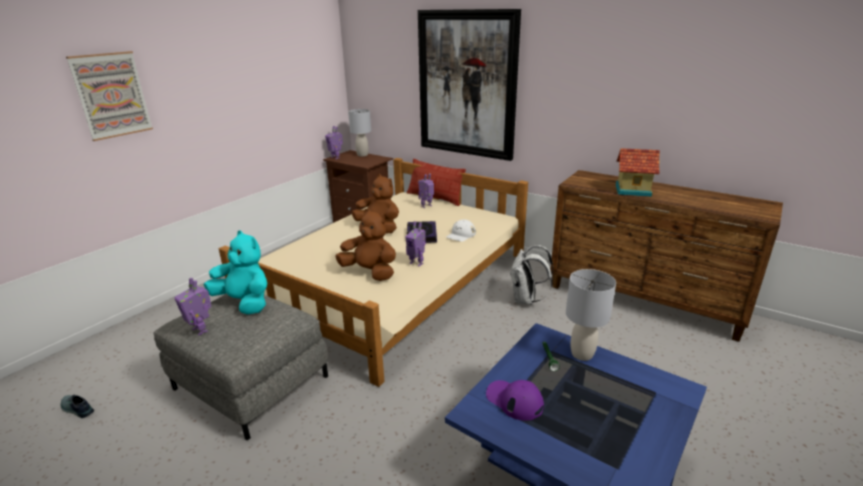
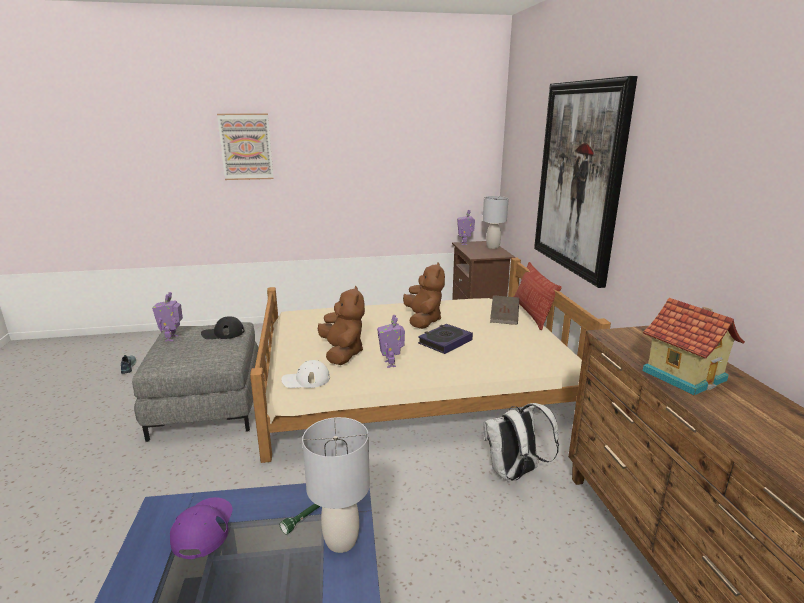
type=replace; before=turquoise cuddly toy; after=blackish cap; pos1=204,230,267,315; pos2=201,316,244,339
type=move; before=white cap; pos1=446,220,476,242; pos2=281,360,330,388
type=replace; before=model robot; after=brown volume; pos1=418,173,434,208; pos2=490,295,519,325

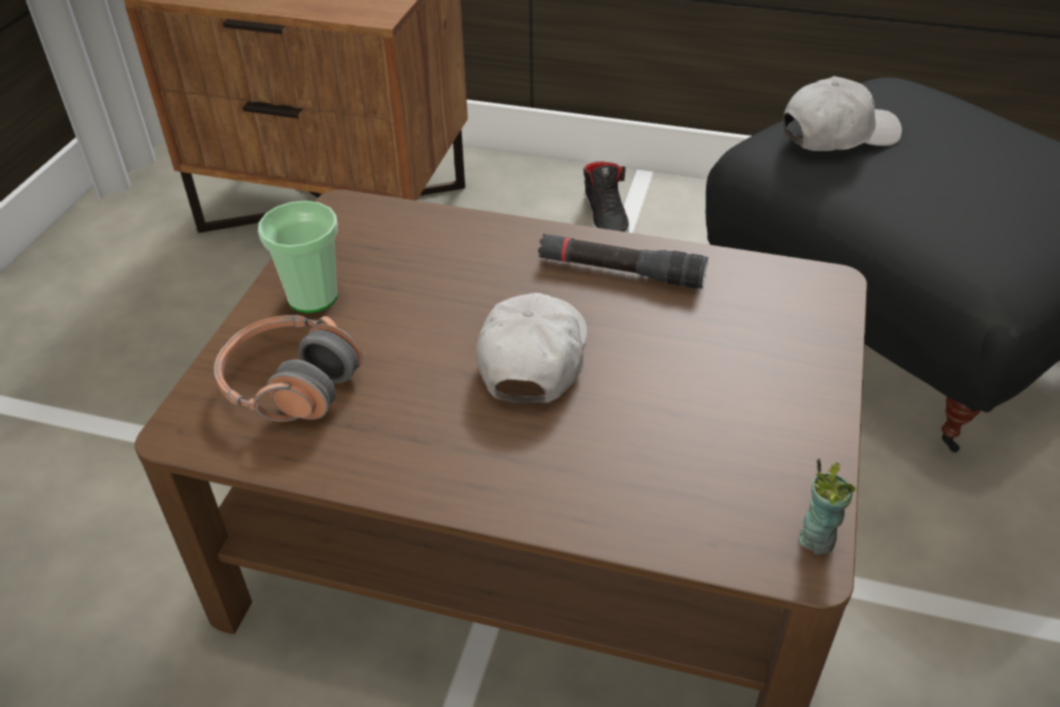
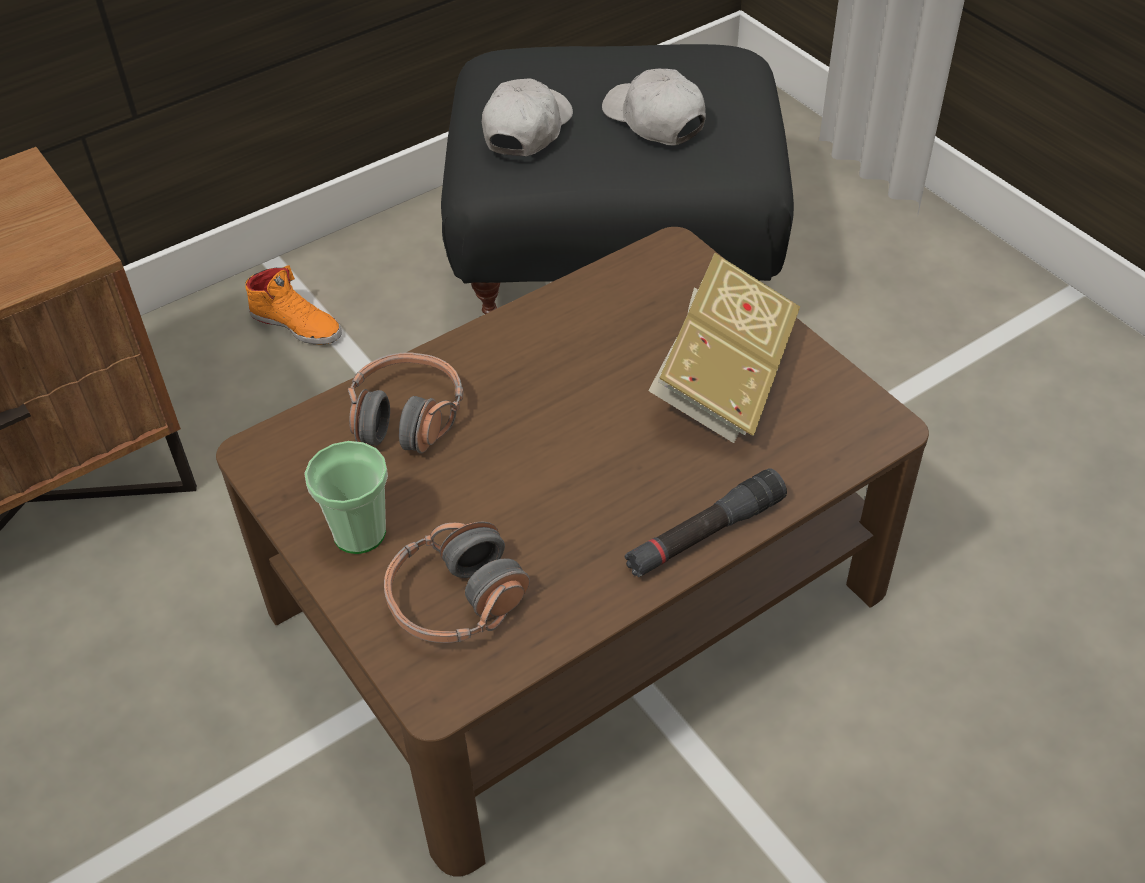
type=recolor; before=blackish low shoe; after=orange-coloured low shoe; pos1=583,161,629,232; pos2=245,265,342,345
type=insert; after=headset; pos2=348,352,464,454
type=move; before=white cap; pos1=476,293,588,403; pos2=602,69,706,145
type=move; before=blackish hand torch; pos1=538,234,708,289; pos2=624,468,787,577
type=insert; after=volume; pos2=648,253,800,443
type=delete; before=small cup; pos1=798,458,856,555

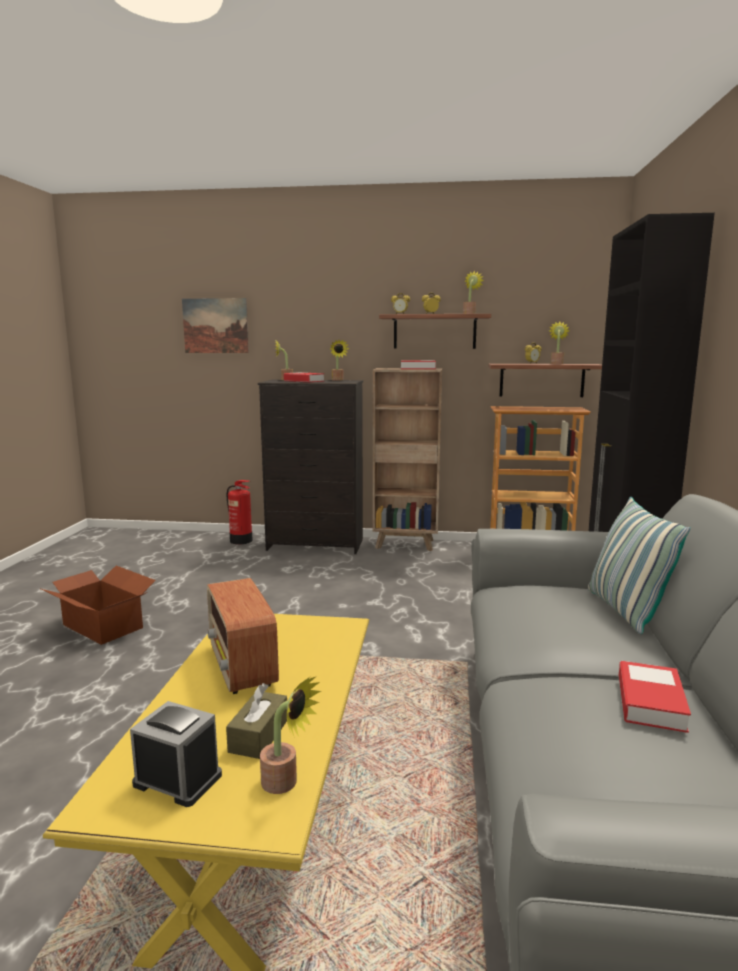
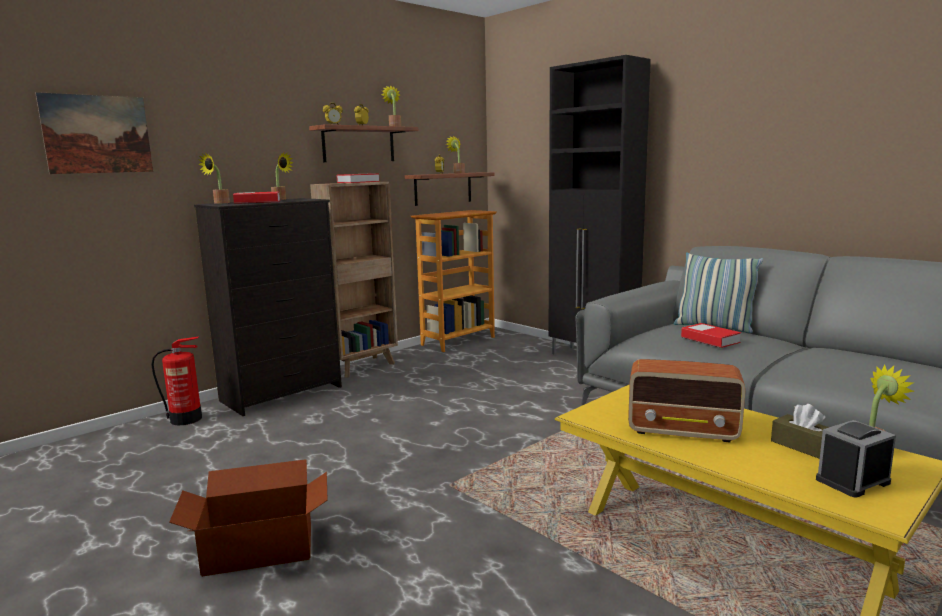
type=move; before=volume; pos1=619,661,691,733; pos2=681,323,741,348

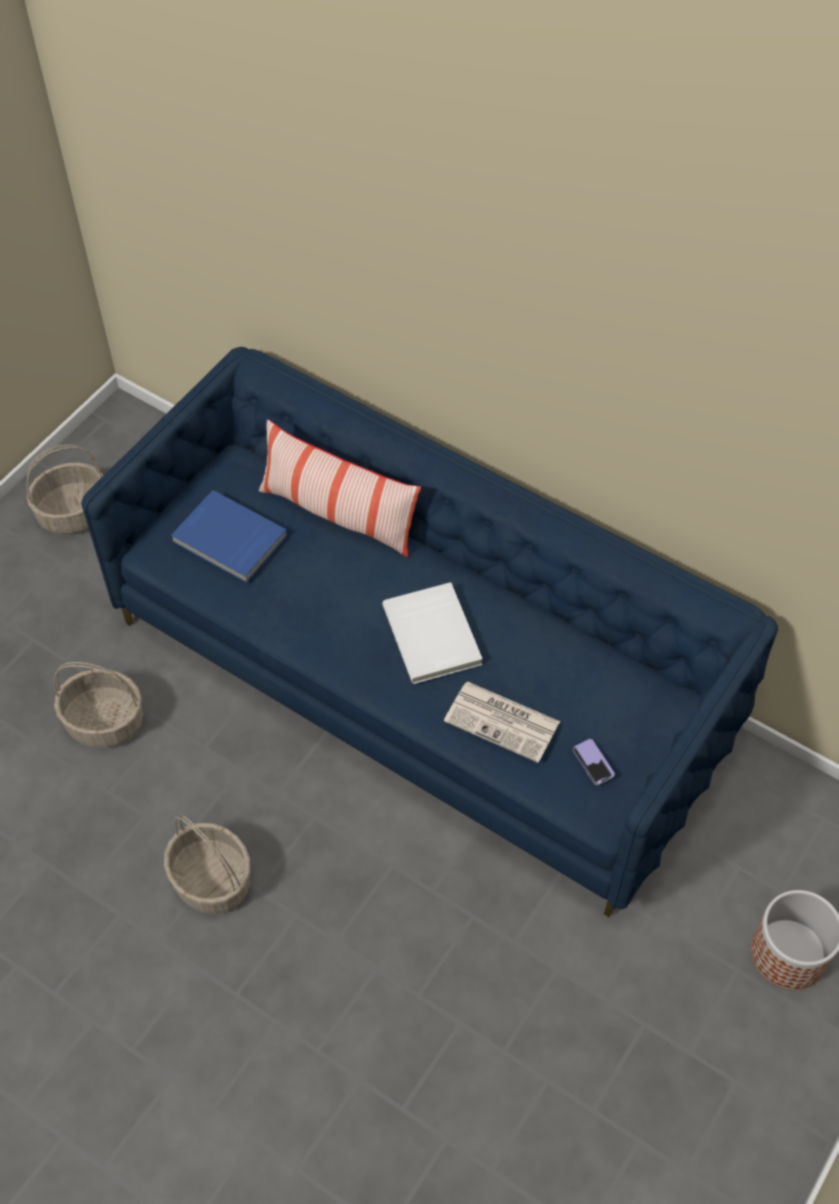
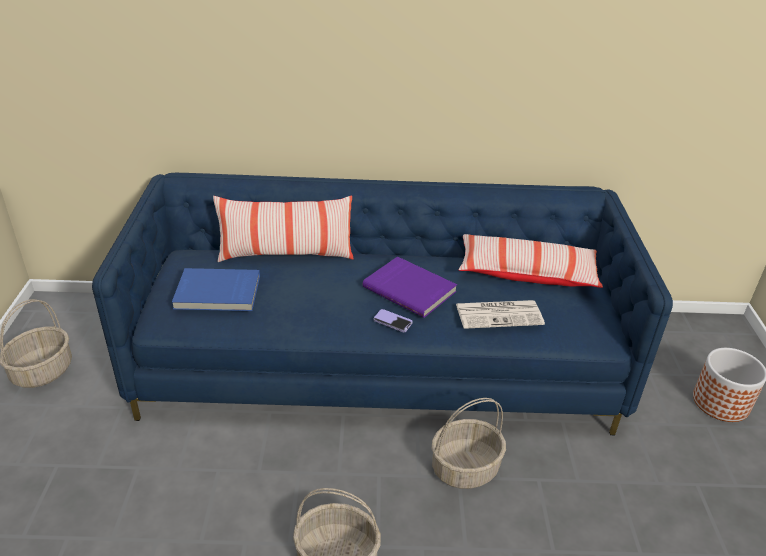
type=recolor; before=white volume; after=purple-coloured volume; pos1=382,582,483,684; pos2=363,256,457,318
type=move; before=telephone; pos1=573,739,615,785; pos2=374,309,413,332
type=move; before=household basket; pos1=54,662,143,747; pos2=432,398,506,489
type=insert; after=cushion; pos2=459,234,603,288

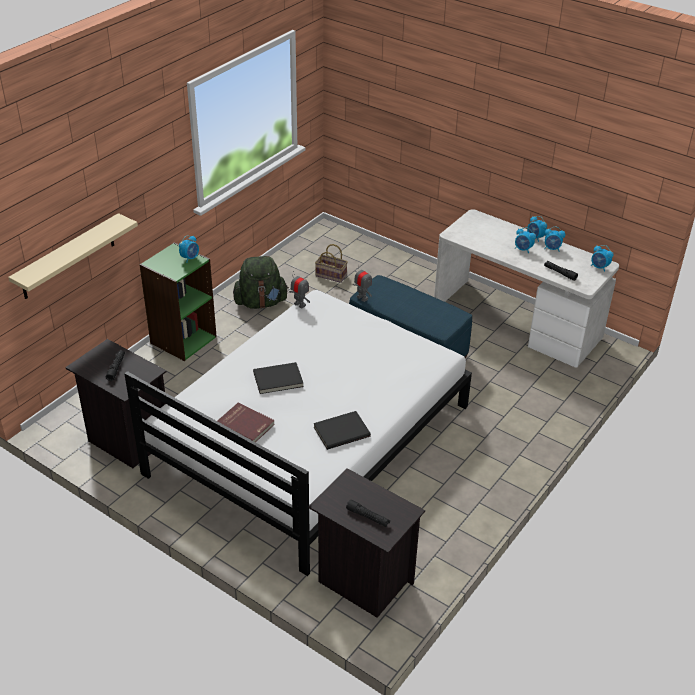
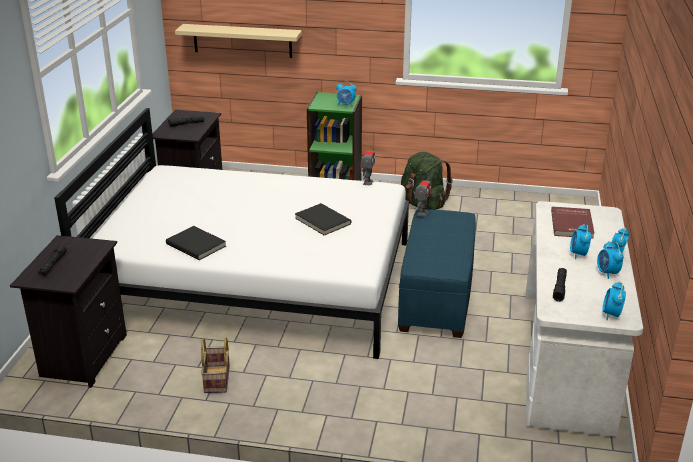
type=move; before=household basket; pos1=315,244,348,283; pos2=201,338,230,393
type=move; before=blackish volume; pos1=253,362,304,394; pos2=295,203,351,236
type=move; before=reddish volume; pos1=217,402,275,442; pos2=551,207,595,239

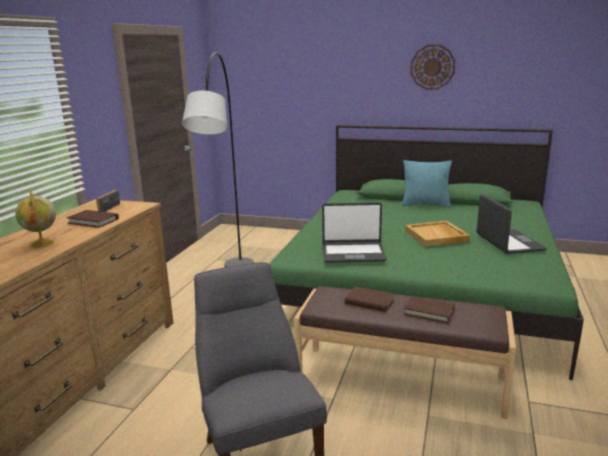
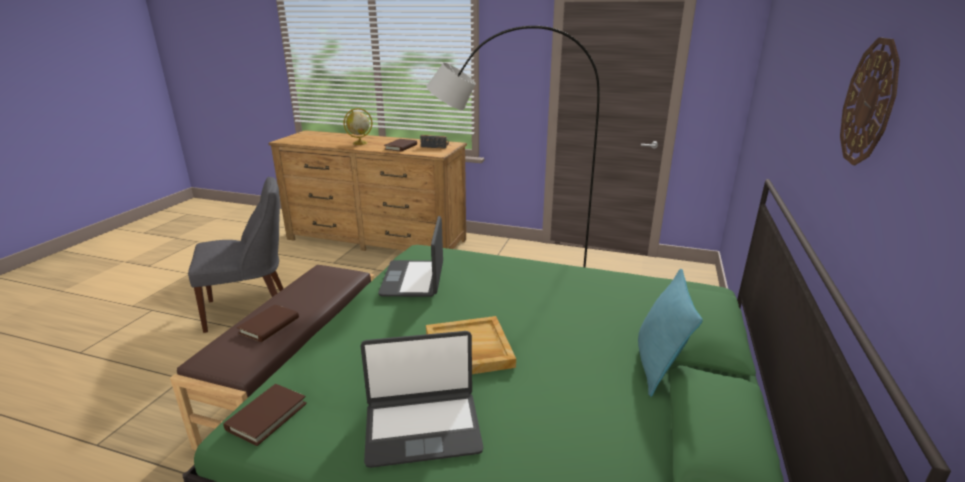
type=move; before=brown volume; pos1=345,286,394,312; pos2=223,384,307,446

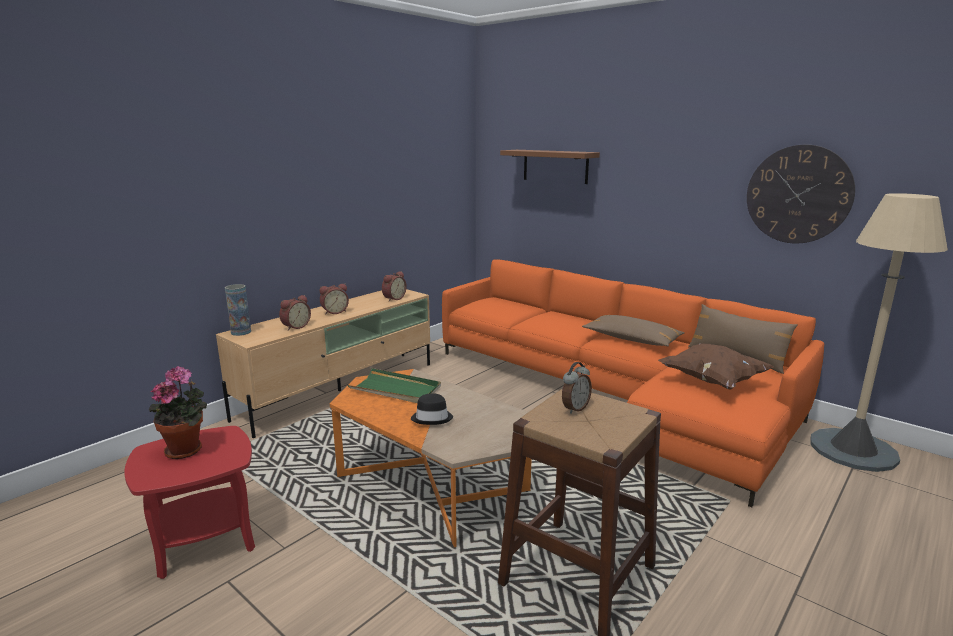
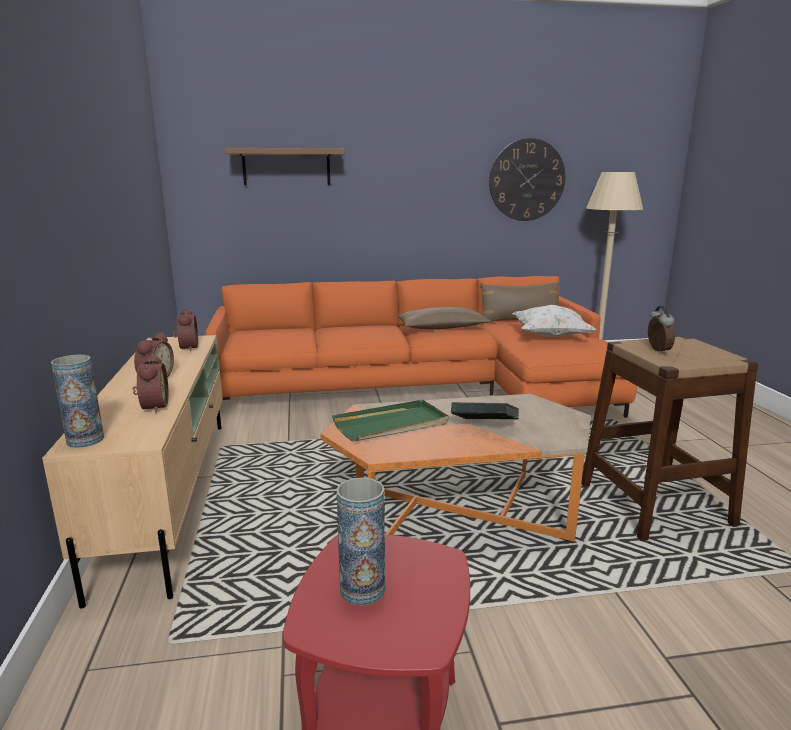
type=replace; before=houseplant; after=decorative vase; pos1=149,366,207,459; pos2=336,477,385,605
type=replace; before=blackish clothing hat; after=volume; pos1=411,394,453,425; pos2=451,402,519,420
type=recolor; before=brown cushion; after=white cushion; pos1=658,343,774,390; pos2=512,305,596,337

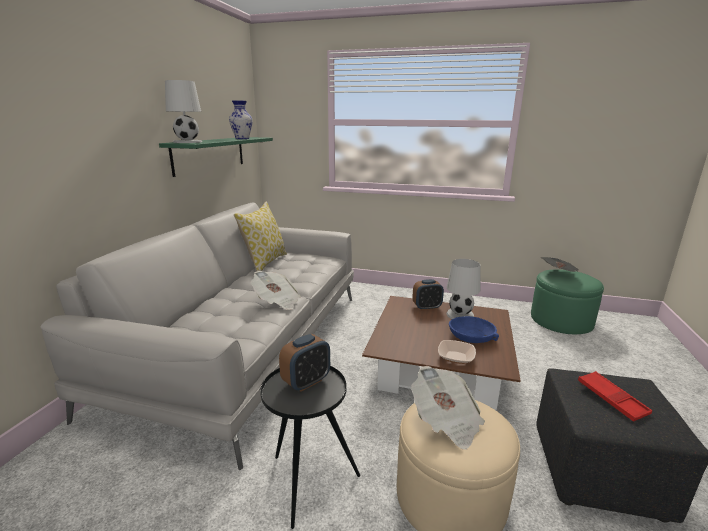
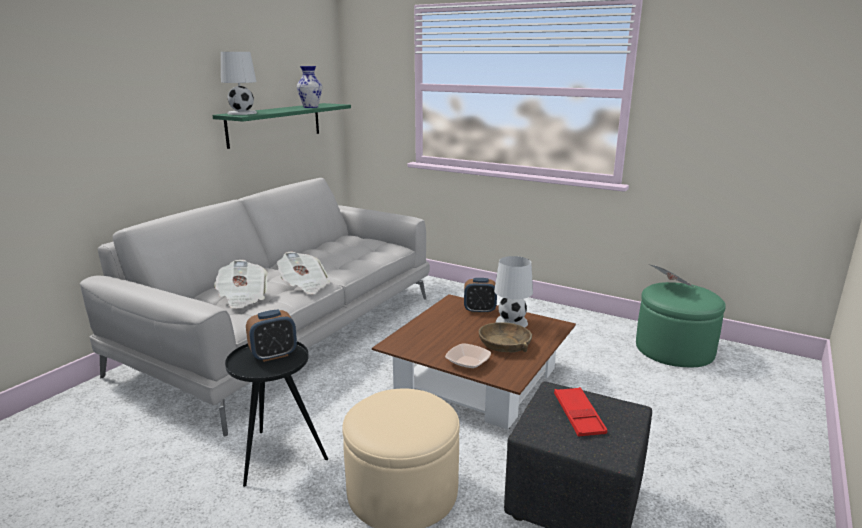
type=move; before=printed paper; pos1=411,366,485,450; pos2=214,260,268,309
type=recolor; before=blue-coloured serving bowl; after=brown serving bowl; pos1=449,316,499,343; pos2=479,322,532,352
type=delete; before=cushion; pos1=234,201,287,271

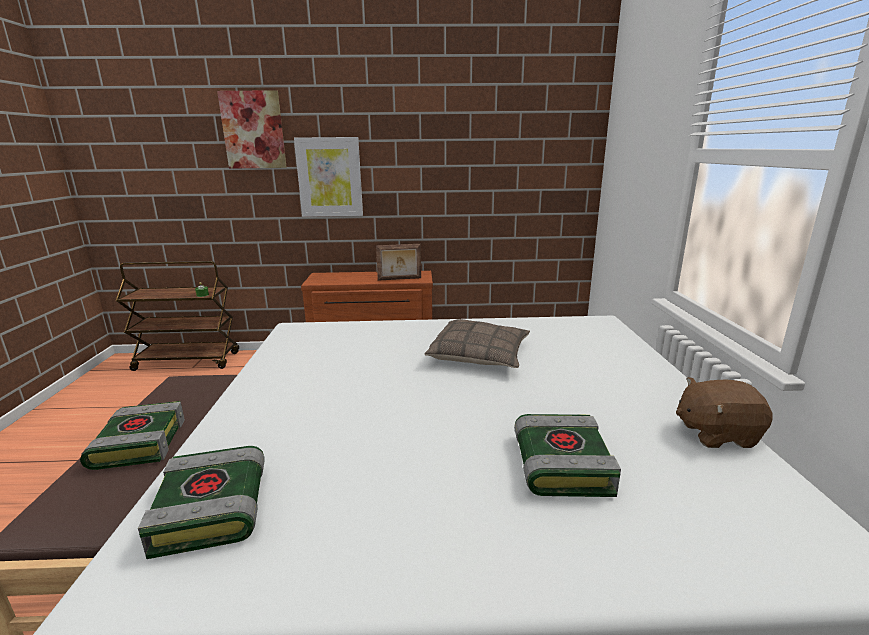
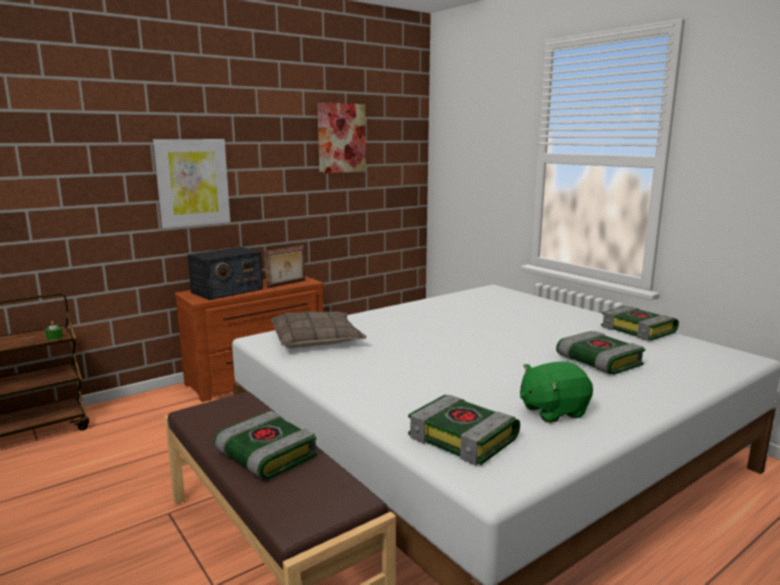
type=insert; after=radio; pos2=188,247,263,300
type=move; before=cushion; pos1=425,319,530,368; pos2=271,311,366,348
type=move; before=picture; pos1=217,90,287,169; pos2=317,102,366,174
type=insert; after=green-coloured cuddly toy; pos2=520,361,593,423
type=replace; before=brown cuddly toy; after=volume; pos1=676,377,773,448; pos2=601,306,679,341

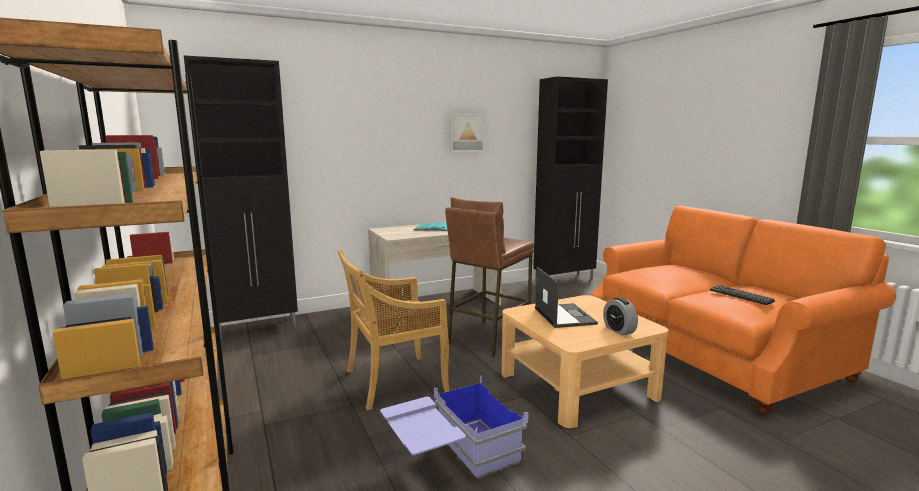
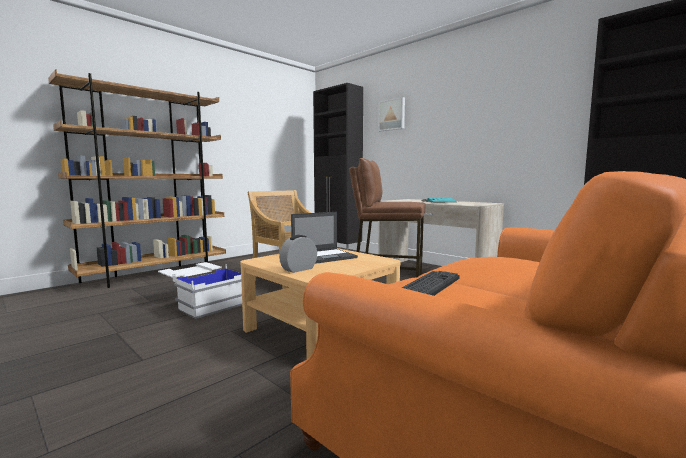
type=recolor; before=blue-coloured storage bin; after=white storage bin; pos1=380,375,529,479; pos2=158,262,242,319
type=move; before=picture; pos1=449,114,484,152; pos2=378,97,405,131

